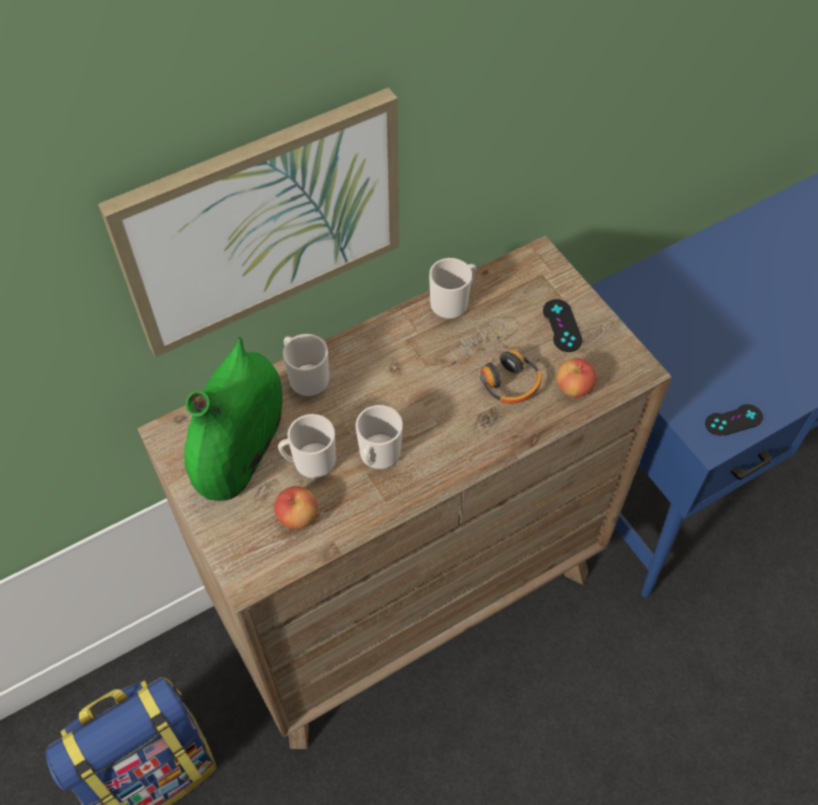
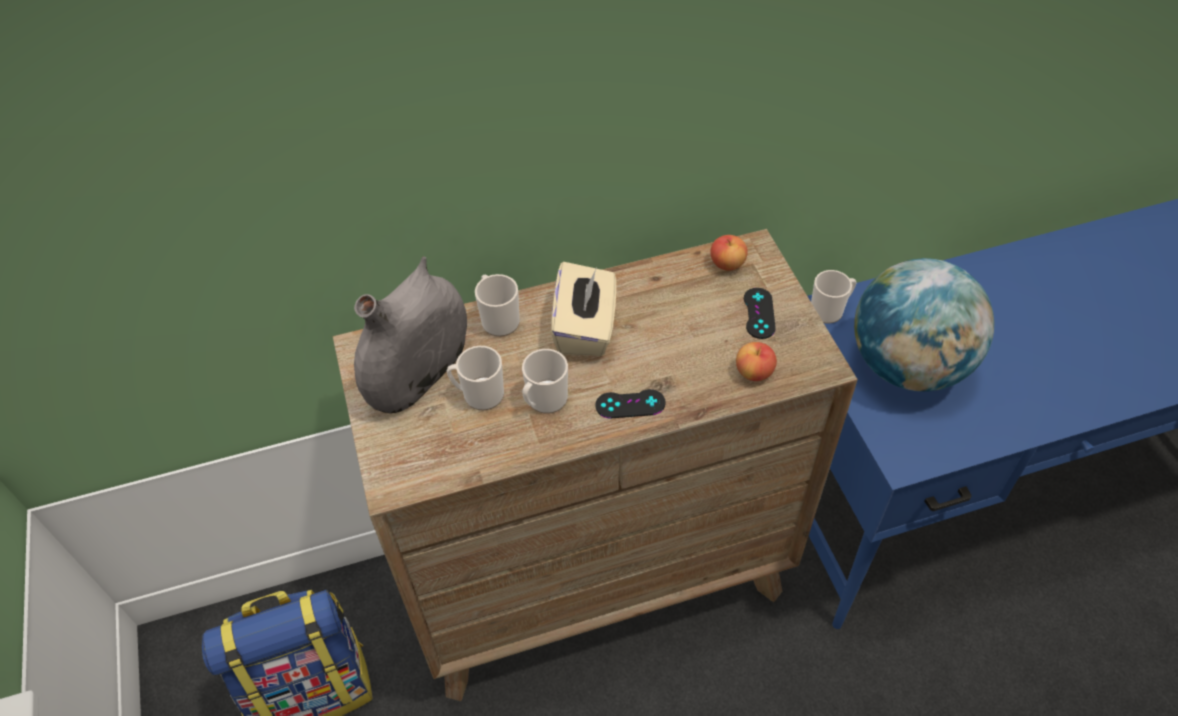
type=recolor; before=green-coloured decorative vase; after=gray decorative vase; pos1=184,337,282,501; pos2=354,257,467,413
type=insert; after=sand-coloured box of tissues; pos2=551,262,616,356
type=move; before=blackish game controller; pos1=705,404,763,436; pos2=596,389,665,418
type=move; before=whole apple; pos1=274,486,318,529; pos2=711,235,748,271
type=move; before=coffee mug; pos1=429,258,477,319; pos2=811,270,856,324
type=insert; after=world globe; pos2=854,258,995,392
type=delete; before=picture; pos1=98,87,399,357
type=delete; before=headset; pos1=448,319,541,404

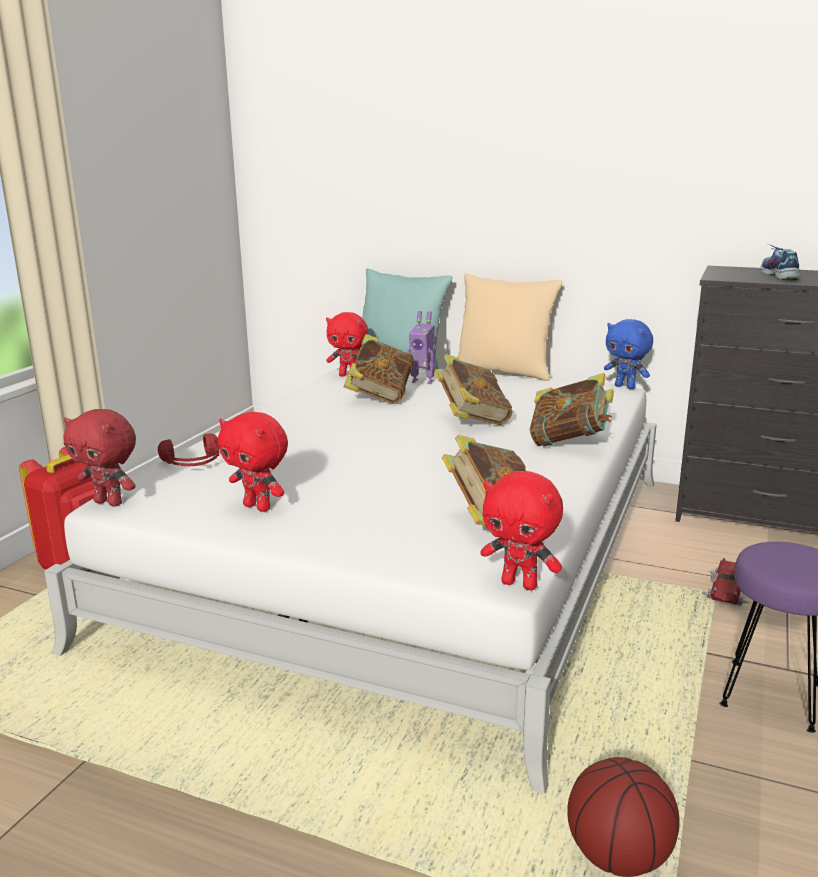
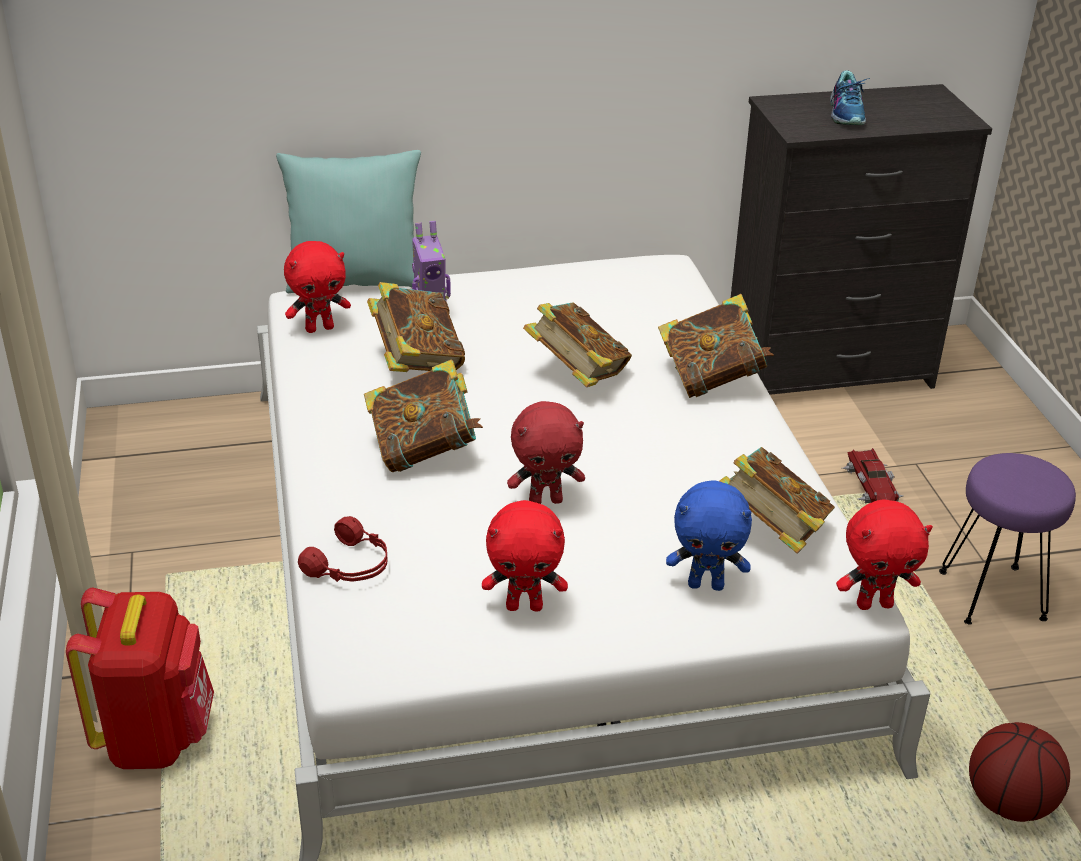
type=insert; after=volume; pos2=364,359,483,472
type=move; before=reddish cuddly toy; pos1=63,409,136,507; pos2=507,401,585,504
type=move; before=blue-coloured cuddly toy; pos1=604,319,653,389; pos2=666,480,752,591
type=rotate; before=low shoe; pos1=760,245,800,281; pos2=830,70,870,125; turn=-150
type=delete; before=sand-coloured cushion; pos1=458,273,563,381

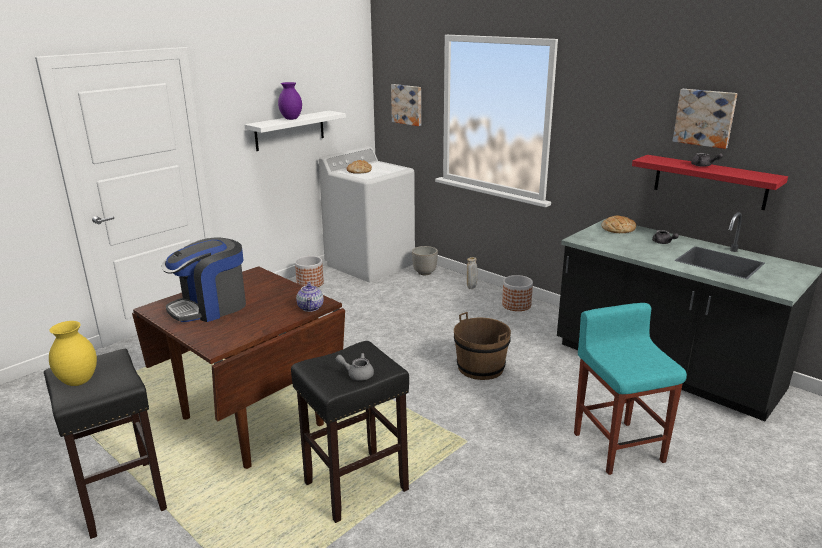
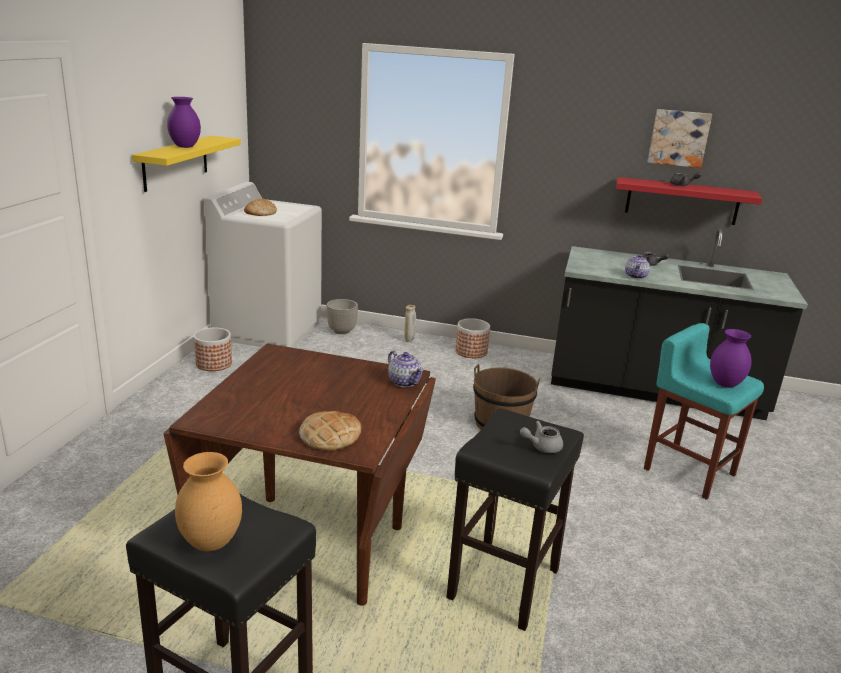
type=recolor; before=white shelf; after=yellow shelf; pos1=244,111,346,151; pos2=132,136,241,192
type=recolor; before=yellow decorative vase; after=brown decorative vase; pos1=49,321,97,386; pos2=175,452,242,551
type=move; before=baked bread; pos1=601,215,636,233; pos2=299,411,361,450
type=insert; after=teapot; pos2=625,254,650,279
type=insert; after=purple-coloured decorative vase; pos2=710,329,752,388
type=delete; before=coffee machine; pos1=162,238,246,322
type=delete; before=picture; pos1=391,84,421,126

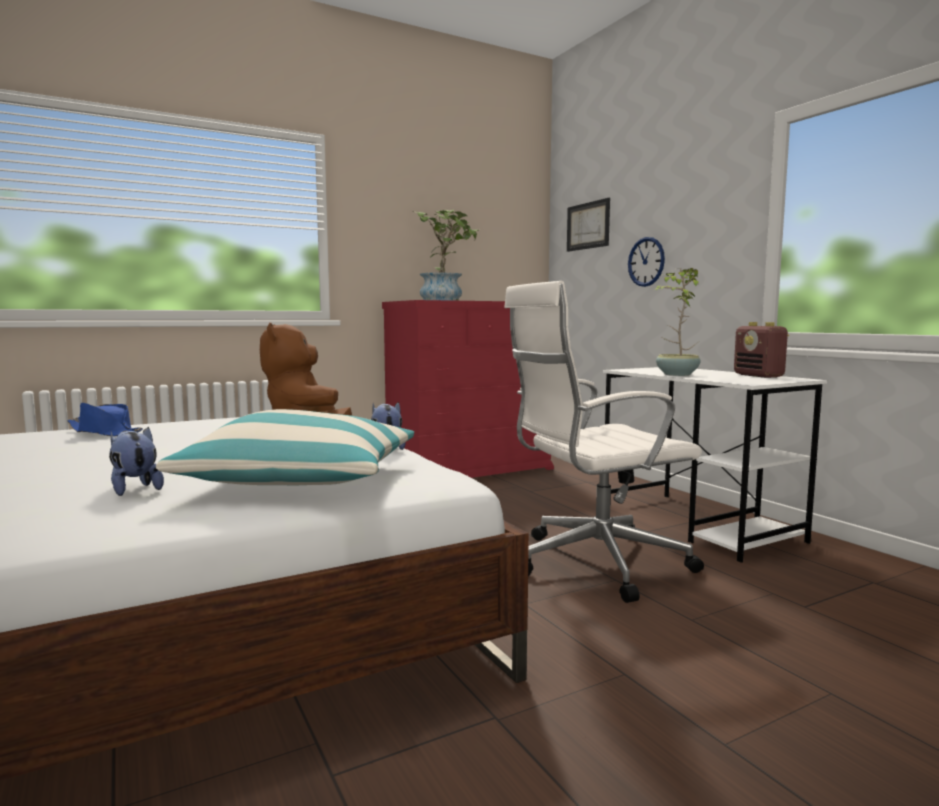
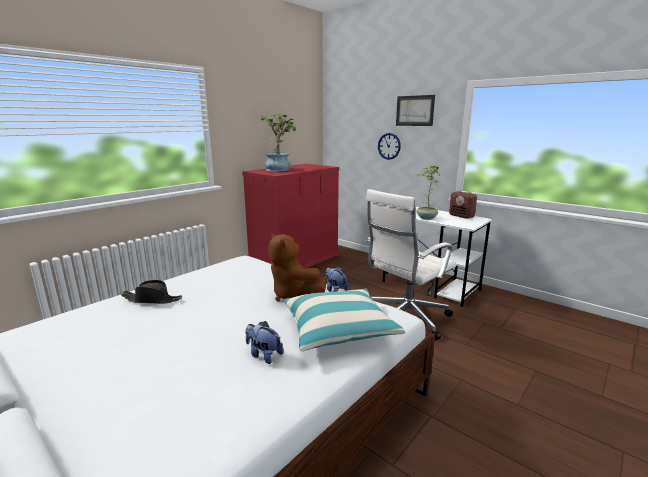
type=recolor; before=blue-coloured clothing hat; after=blackish clothing hat; pos1=67,403,143,436; pos2=121,280,182,304
type=move; before=picture; pos1=567,198,610,252; pos2=396,95,435,126

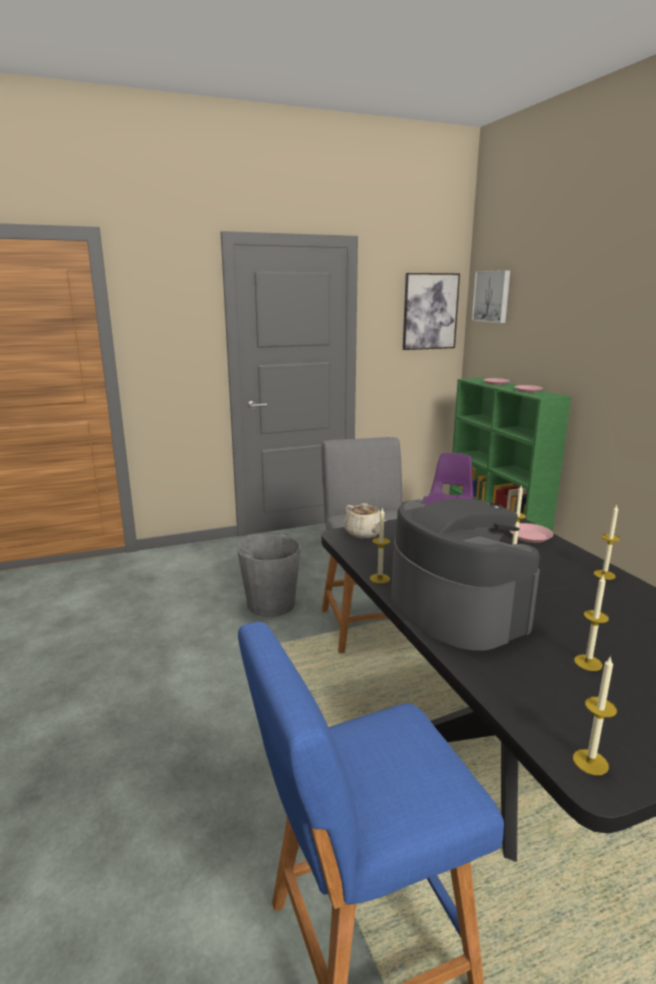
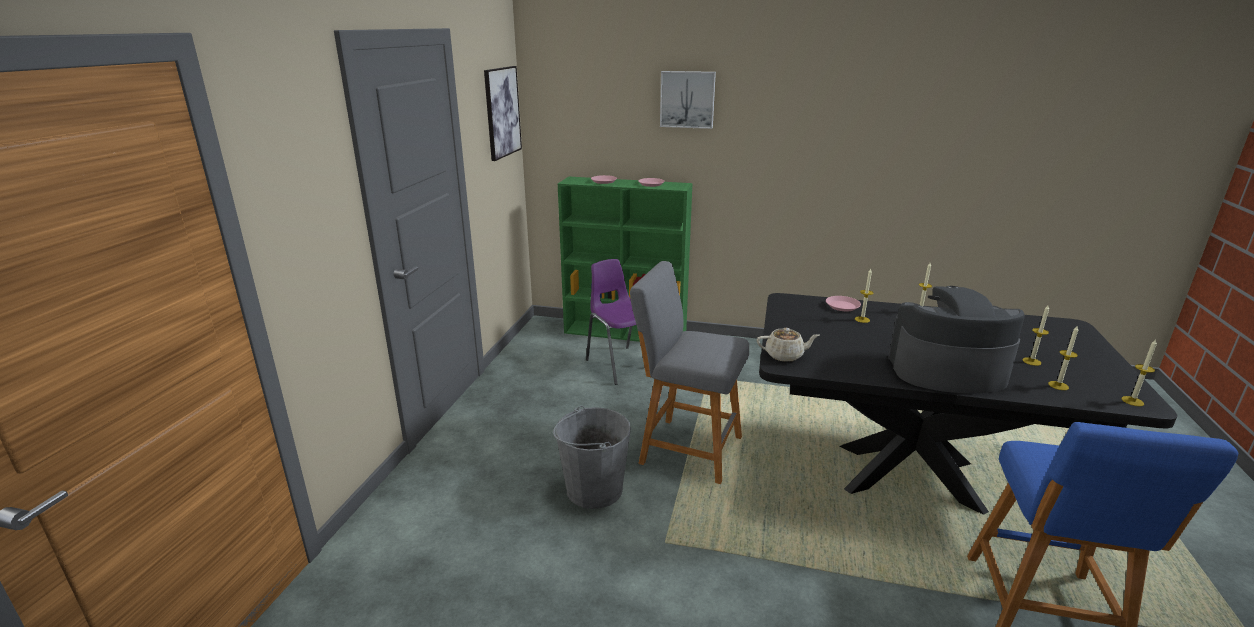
type=move; before=picture; pos1=472,270,510,323; pos2=660,71,716,129
type=move; before=wax candle; pos1=370,508,390,584; pos2=1048,325,1078,390

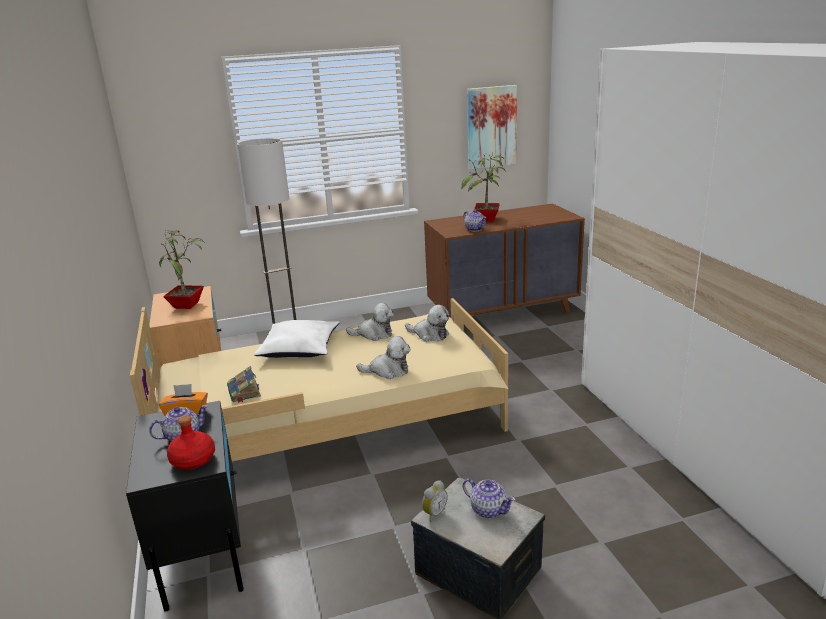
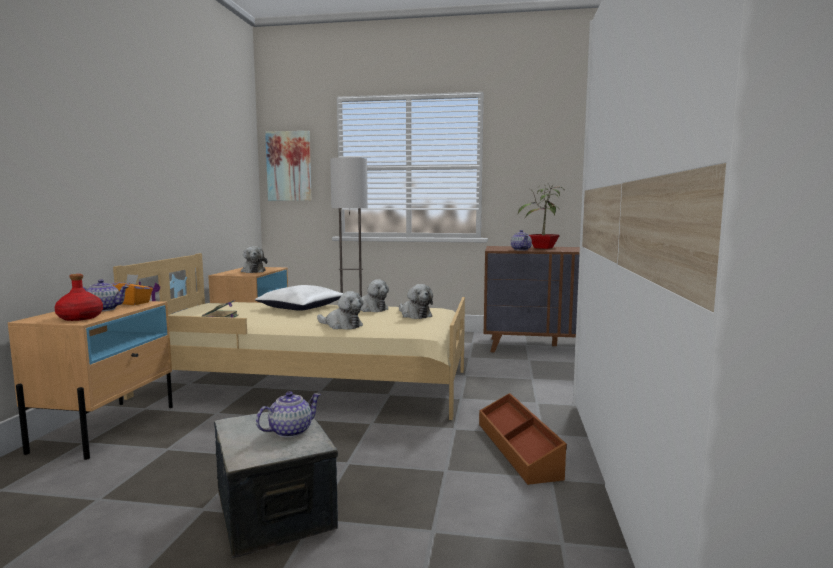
type=recolor; before=blackish night table; after=sand-coloured night table; pos1=126,401,244,612; pos2=8,301,173,460
type=replace; before=houseplant; after=cuddly toy; pos1=159,230,205,309; pos2=241,246,267,273
type=rotate; before=teapot; pos1=463,478,516,518; pos2=256,391,321,438; turn=-105
type=move; before=picture; pos1=467,85,517,169; pos2=265,131,312,201
type=insert; after=brown storage bin; pos2=479,393,567,485
type=delete; before=bedside clock; pos1=422,480,448,522

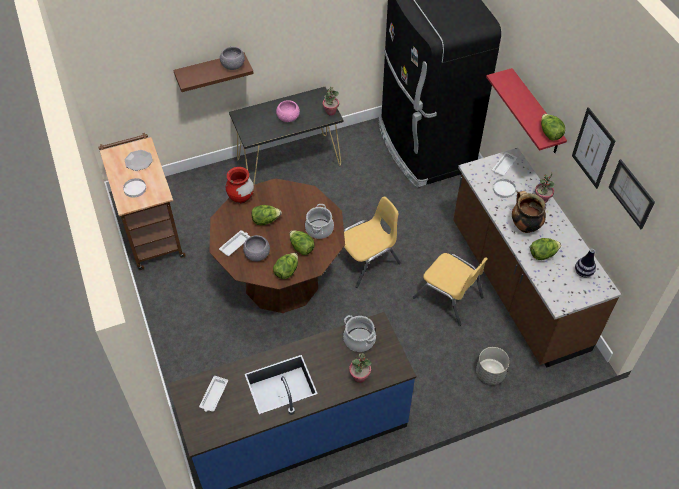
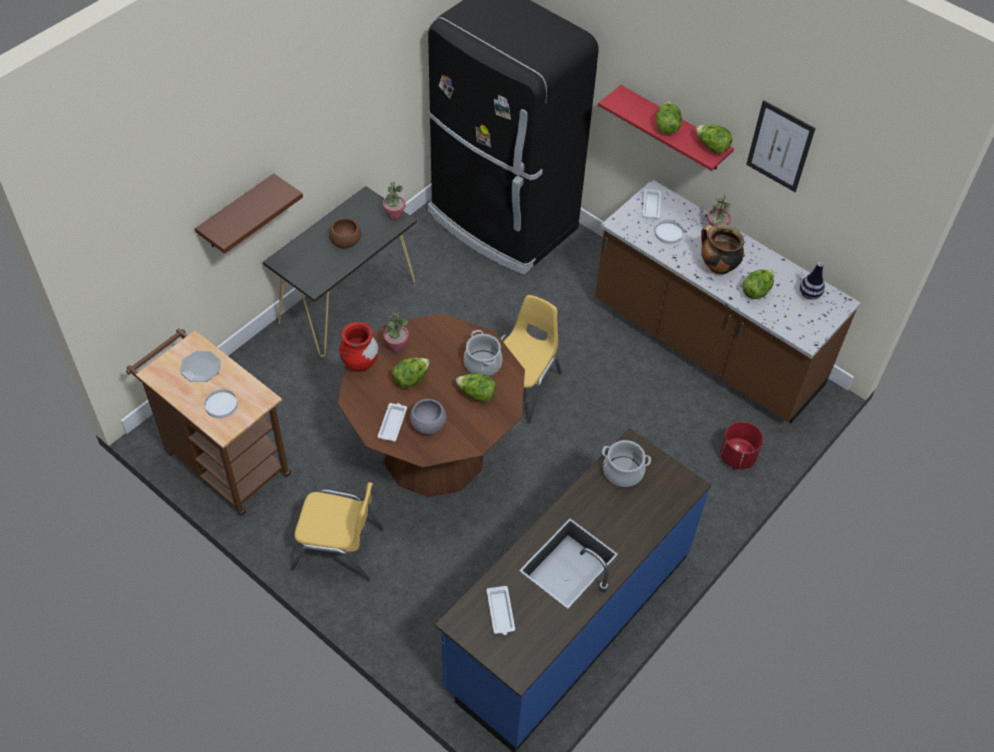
type=move; before=yellow chair; pos1=413,253,488,326; pos2=290,482,384,581
type=recolor; before=pink-coloured serving bowl; after=brown serving bowl; pos1=276,100,300,122; pos2=329,218,361,249
type=move; before=houseplant; pos1=349,353,372,383; pos2=384,313,409,353
type=move; before=lettuce; pos1=273,253,298,279; pos2=656,102,682,135
type=recolor; before=gray plant pot; after=reddish plant pot; pos1=476,347,510,385; pos2=720,422,763,469
type=delete; before=gray serving bowl; pos1=220,46,245,70
type=delete; before=picture; pos1=609,159,655,229

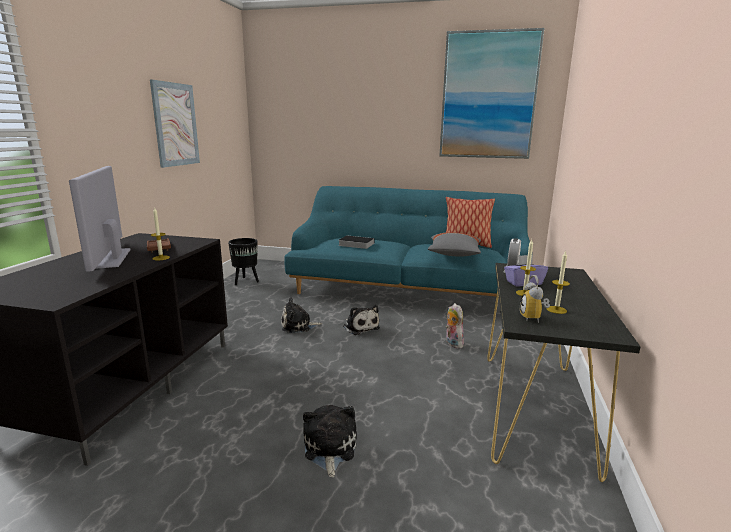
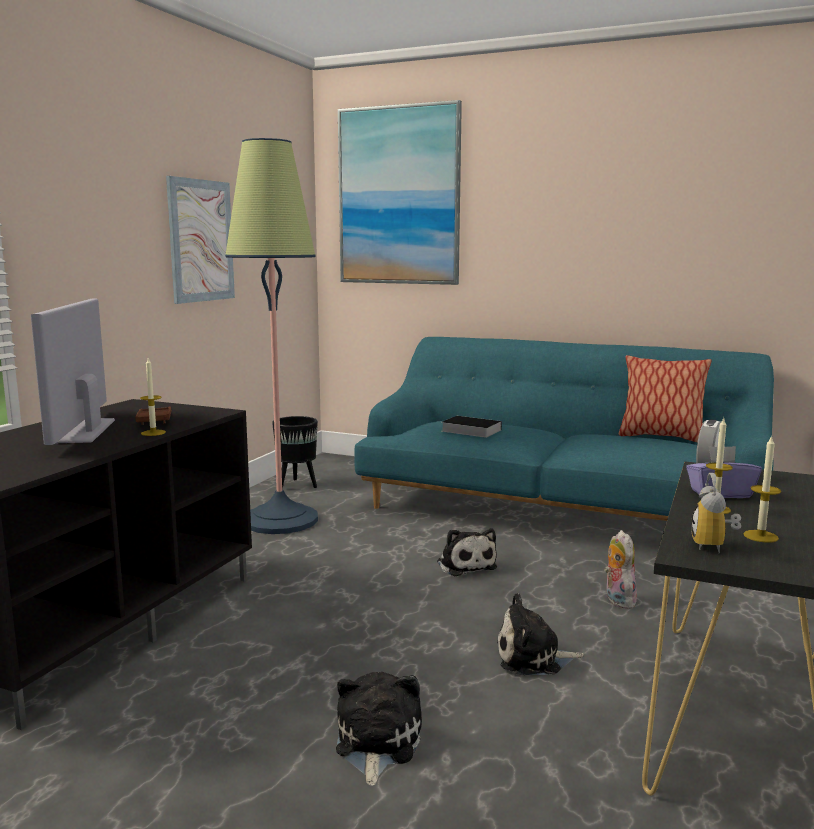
type=insert; after=standing lamp; pos2=225,138,318,534
type=move; before=picture; pos1=439,28,544,159; pos2=338,100,462,285
type=move; before=cuddly toy; pos1=281,297,323,333; pos2=497,593,584,675
type=delete; before=gray cushion; pos1=428,232,481,257

